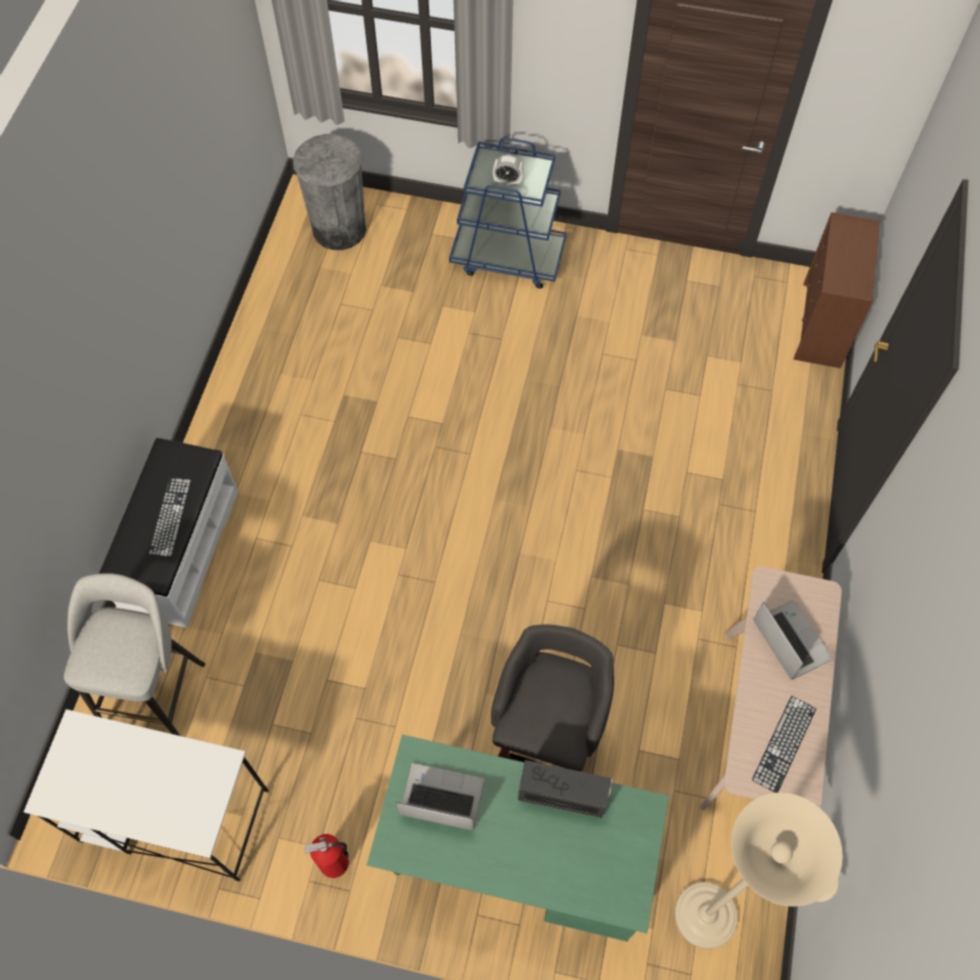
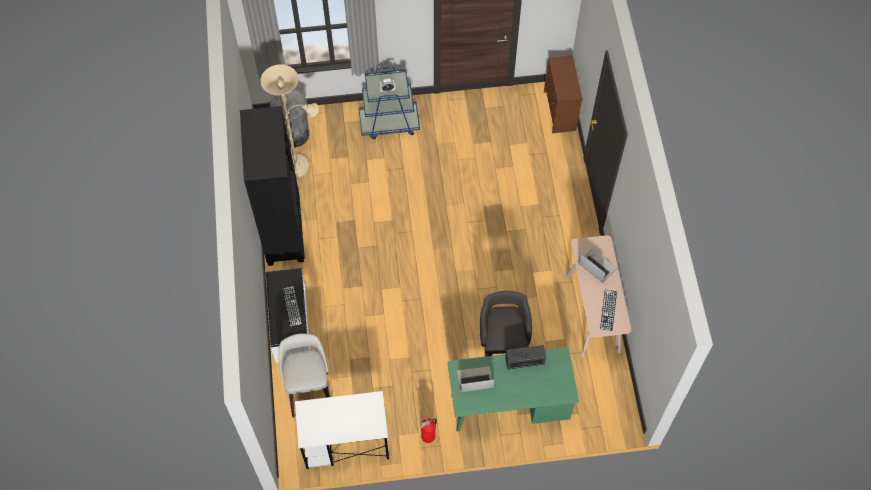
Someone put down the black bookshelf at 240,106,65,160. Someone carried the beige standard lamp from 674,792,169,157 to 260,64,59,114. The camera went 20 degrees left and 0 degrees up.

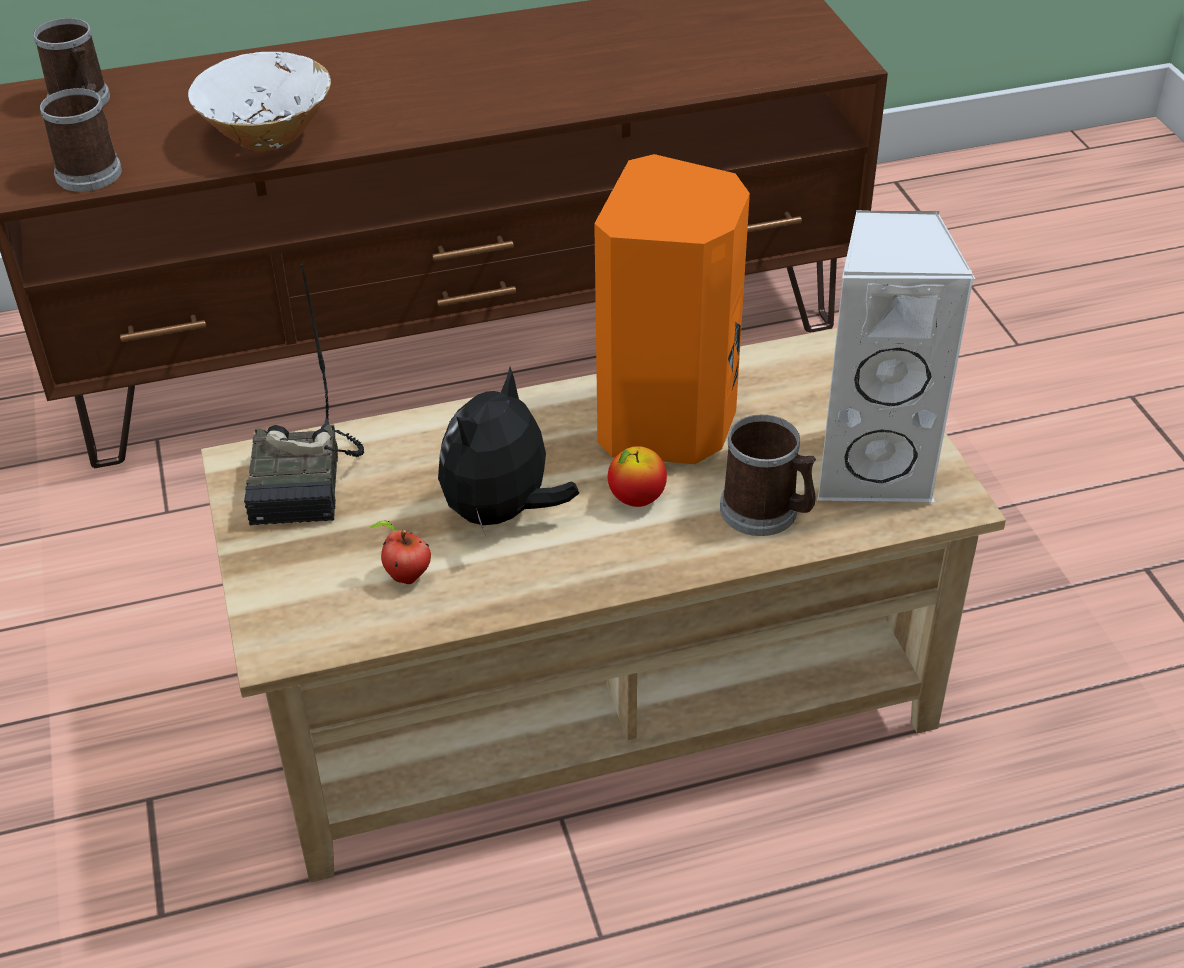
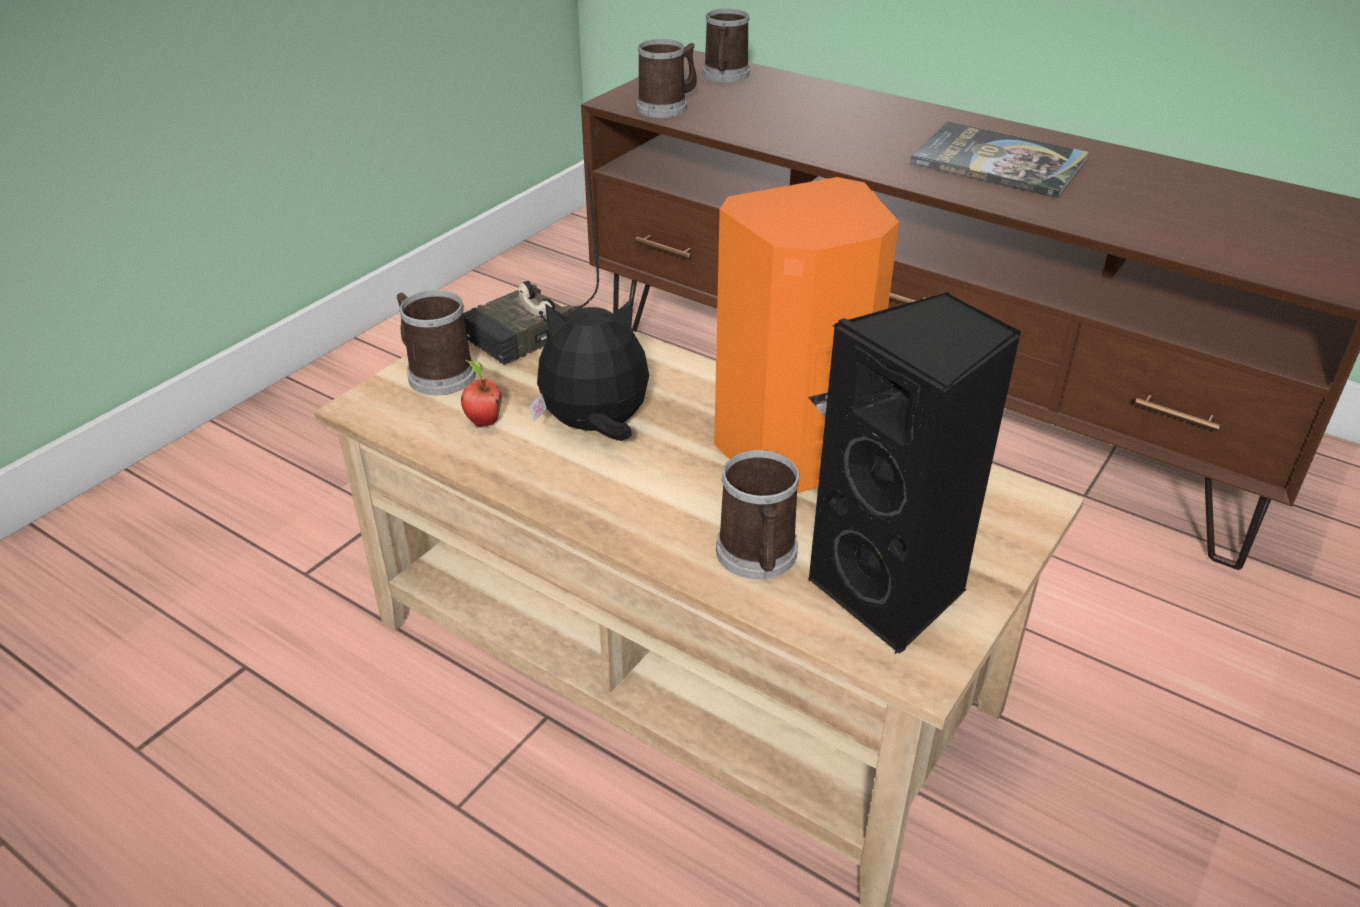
Someone put down the tea mug at 397,290,79,105. Someone repainted the white-coloured audio speaker at 817,210,158,295, which became the black audio speaker at 808,292,213,362. Someone put down the book at 910,121,179,77. Someone took away the white-coloured deep dish at 188,52,143,99. Someone took away the apple at 608,446,59,61. The camera went 50 degrees right and 5 degrees down.

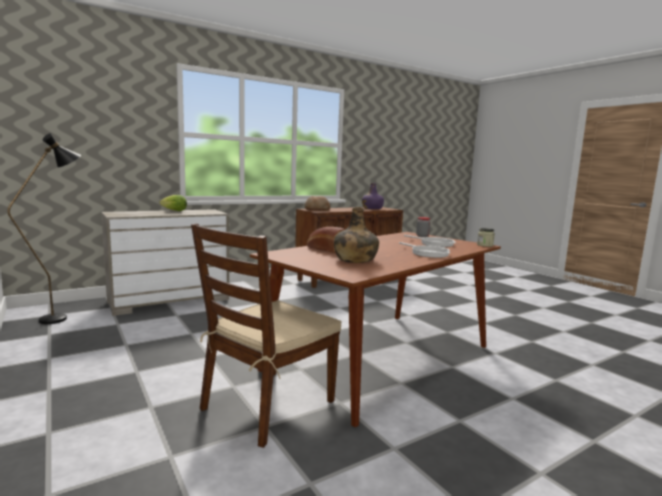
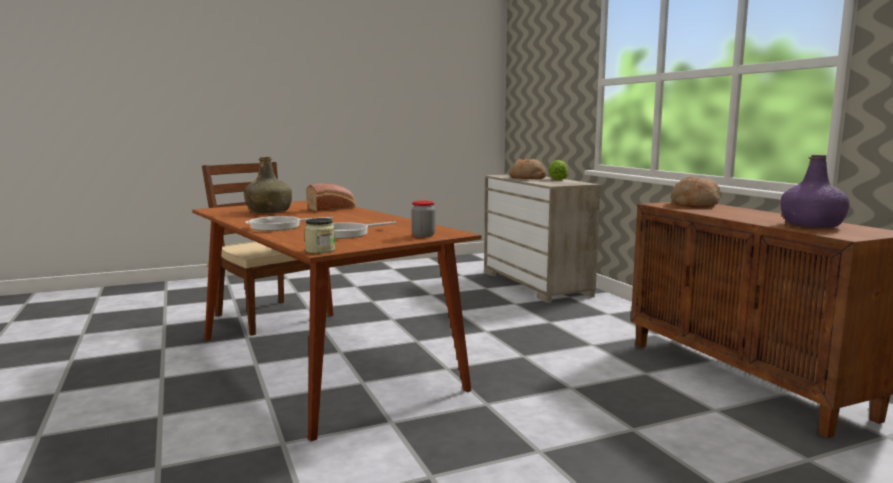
Someone put down the bread at 509,159,37,20. Someone took away the black standard lamp at 7,133,74,191. The camera went 100 degrees right and 0 degrees up.

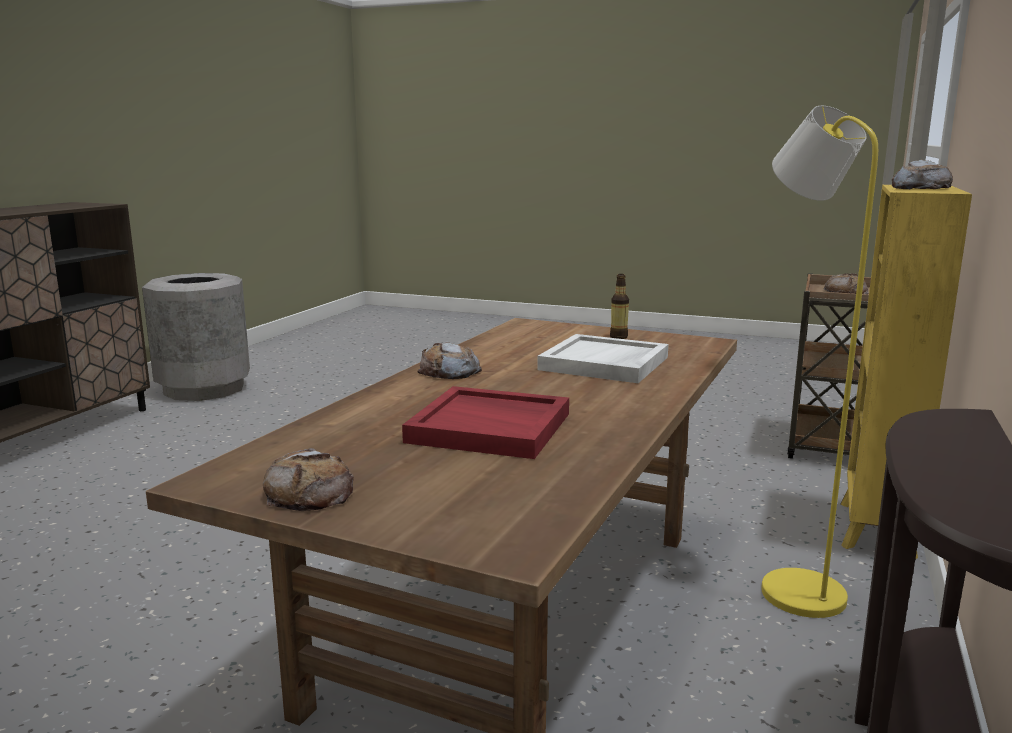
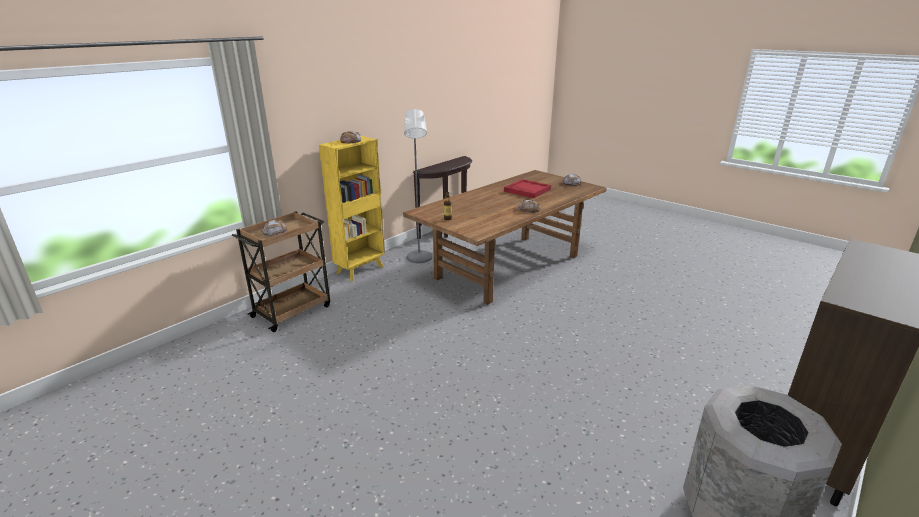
Someone repainted the yellowish standard lamp at 761,106,117,512, which became the gray standard lamp at 404,109,28,154. Someone took away the white-coloured serving tray at 537,334,131,49. The camera went 160 degrees left and 10 degrees up.

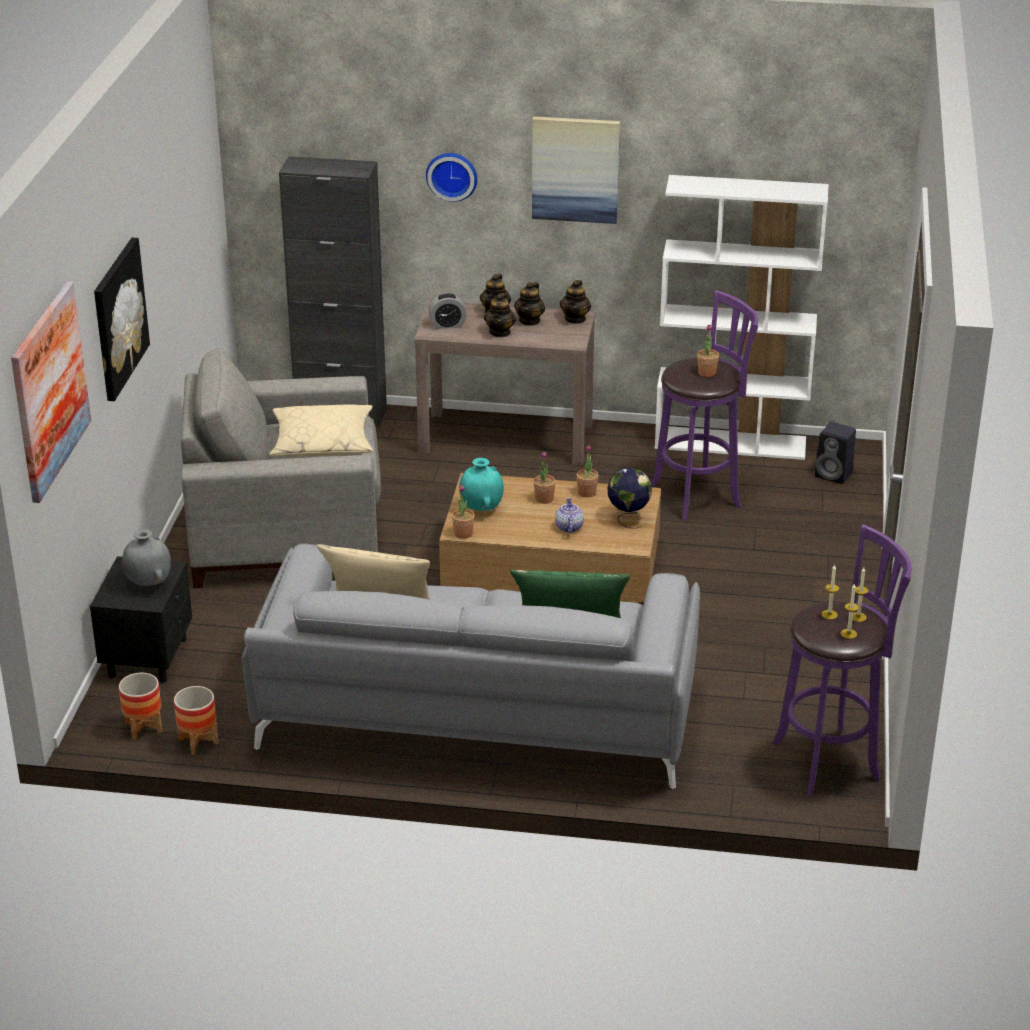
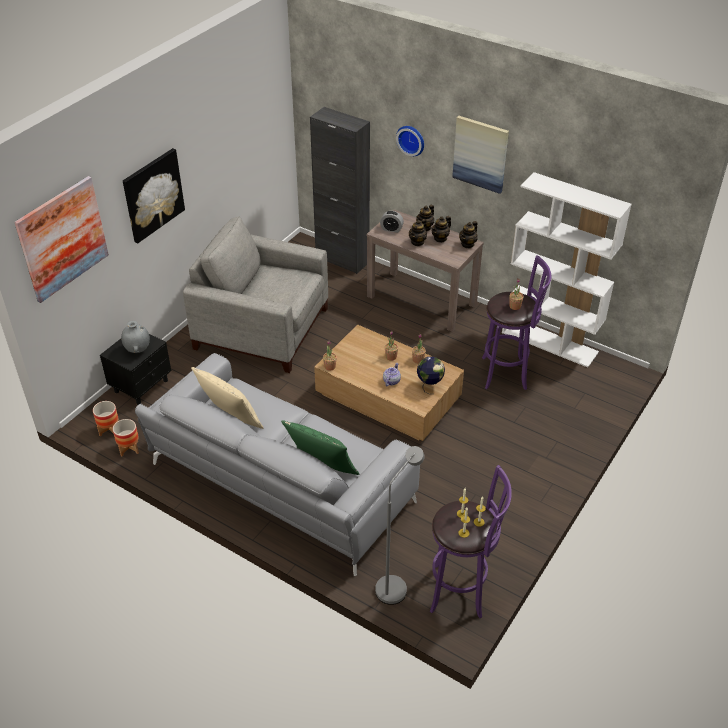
Someone put down the gray standard lamp at 375,446,50,159. Someone took away the beige throw pillow at 269,405,104,52. Someone took away the turquoise-coloured flower vase at 459,458,45,53. Someone took away the black audio speaker at 815,422,41,62. The camera went 25 degrees right and 10 degrees up.

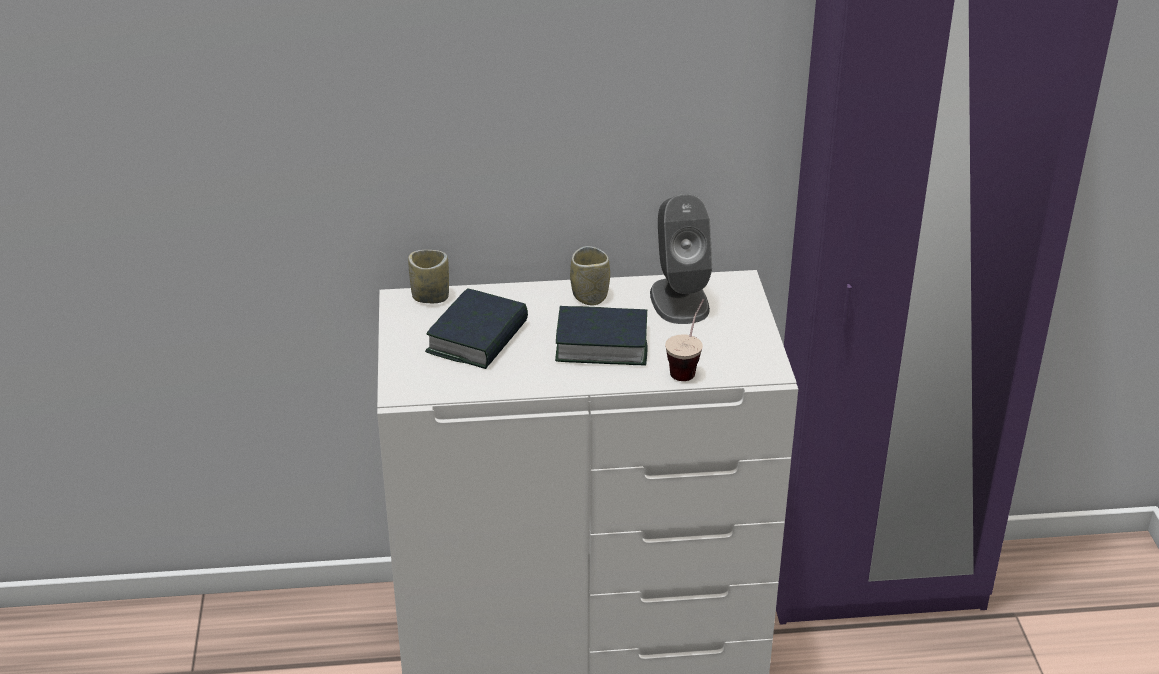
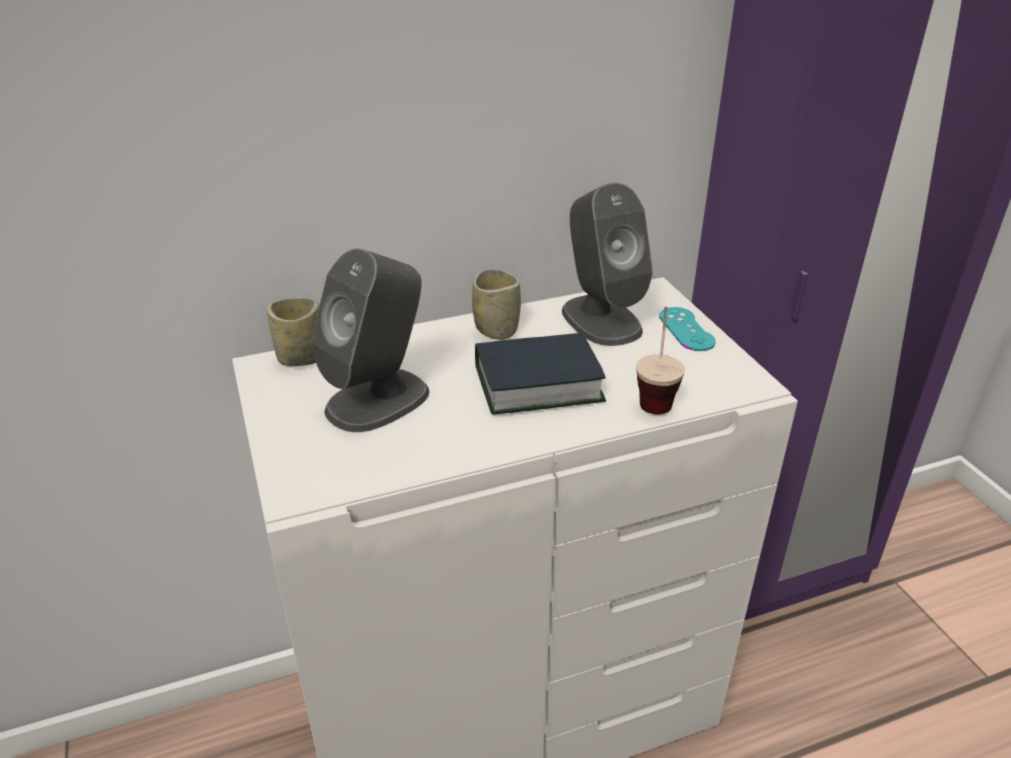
Someone swapped the book at 425,288,103,81 for the gray audio speaker at 311,248,119,184. Someone put down the turquoise-coloured joypad at 659,307,57,44. The camera went 15 degrees left and 0 degrees up.

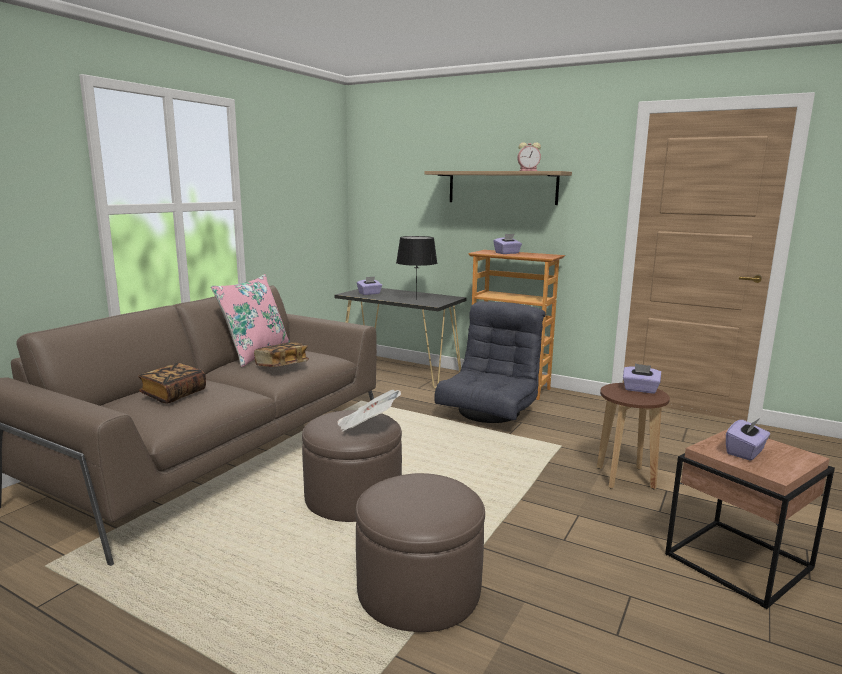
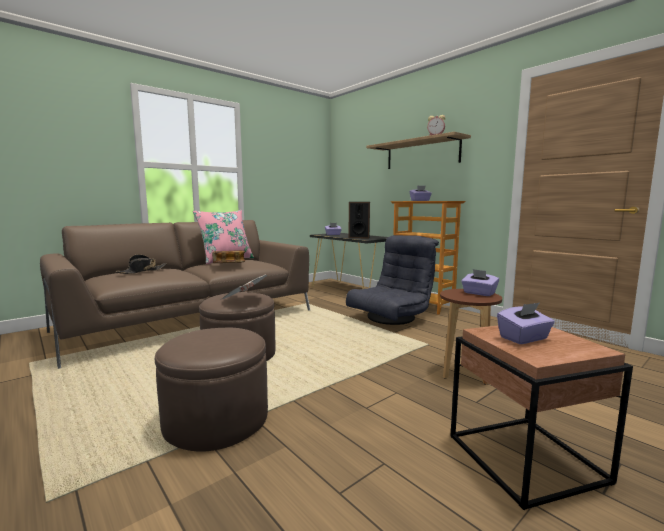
Someone swapped the book at 138,363,68,41 for the black wearable hat at 115,255,52,19. Someone swapped the black lamp for a table at 396,236,41,64 for the audio speaker at 349,202,21,36. The camera went 20 degrees right and 5 degrees down.

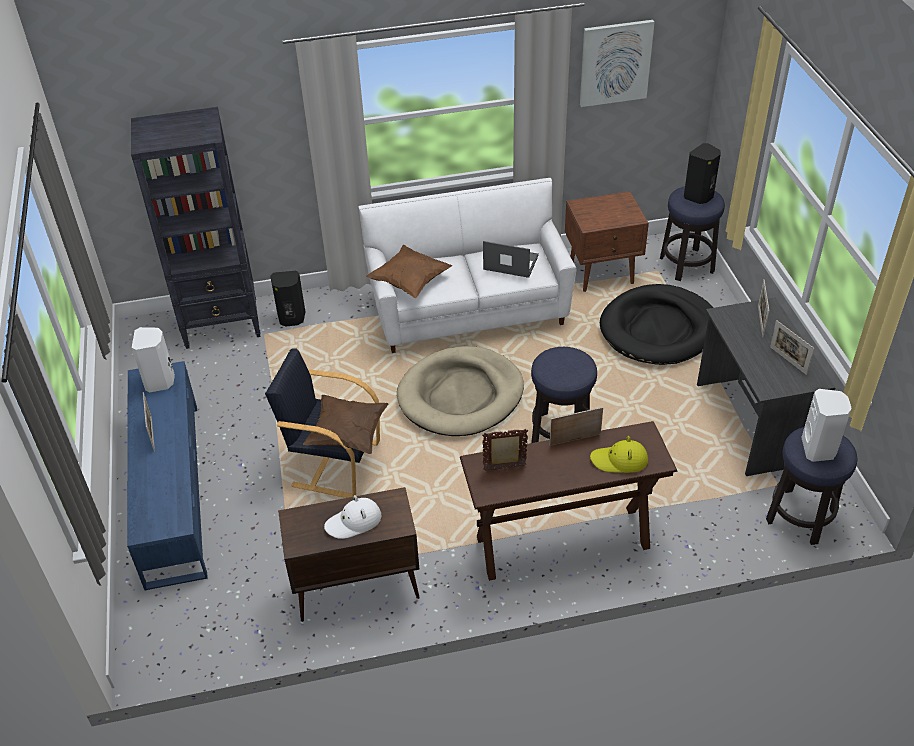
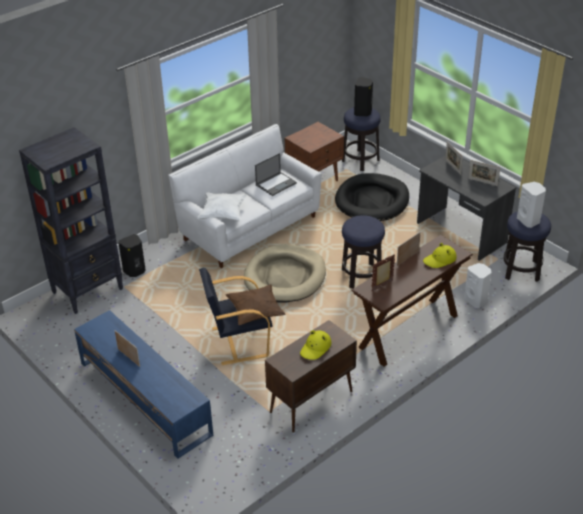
Someone repainted the brown throw pillow at 366,245,86,53, which became the white-coloured throw pillow at 197,193,50,27. Someone rotated the laptop at 483,241,56,37 by 150 degrees clockwise. Someone repainted the white-coloured wearable hat at 324,495,58,44, which became the yellowish wearable hat at 300,330,31,30. Someone carried the white-coloured audio speaker from 132,327,43,66 to 464,263,28,45. Someone took away the wall art at 580,20,75,87. The camera went 30 degrees left and 5 degrees down.

